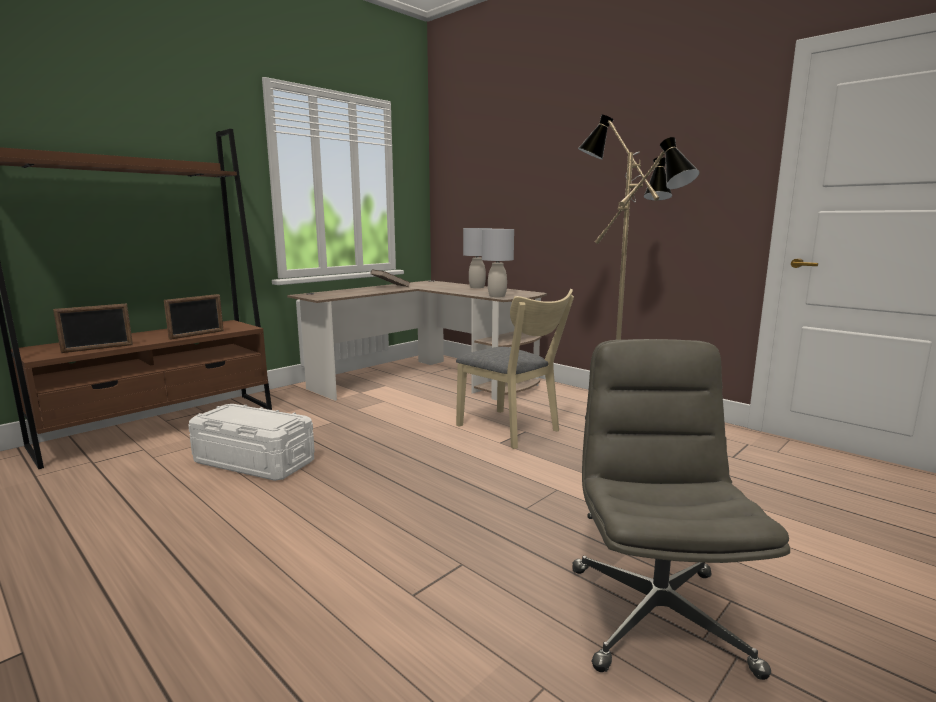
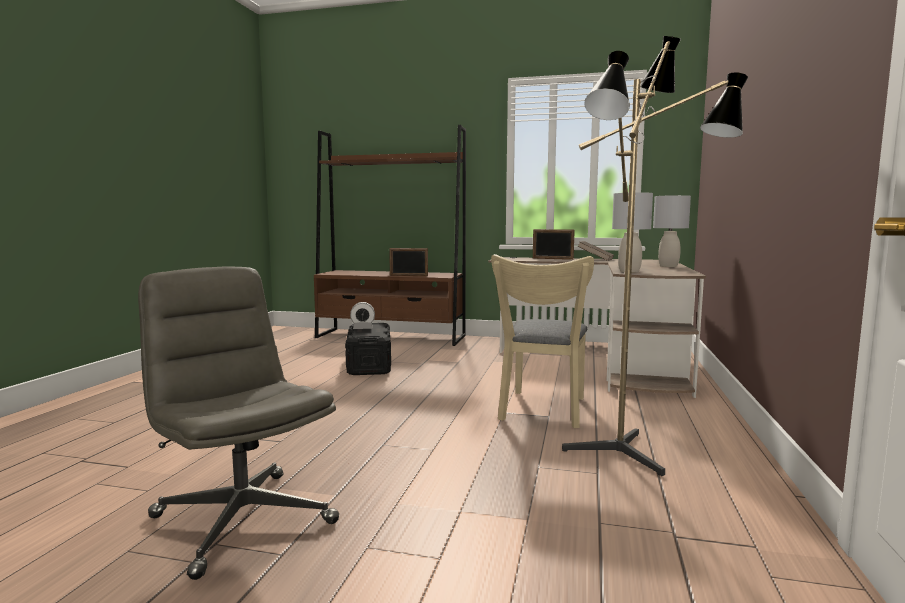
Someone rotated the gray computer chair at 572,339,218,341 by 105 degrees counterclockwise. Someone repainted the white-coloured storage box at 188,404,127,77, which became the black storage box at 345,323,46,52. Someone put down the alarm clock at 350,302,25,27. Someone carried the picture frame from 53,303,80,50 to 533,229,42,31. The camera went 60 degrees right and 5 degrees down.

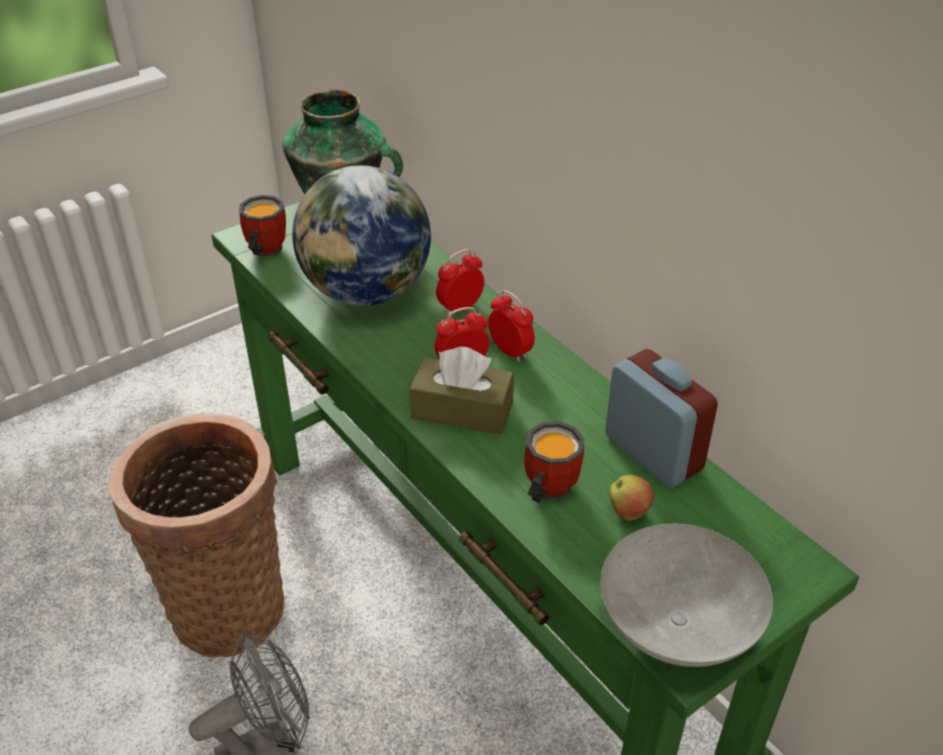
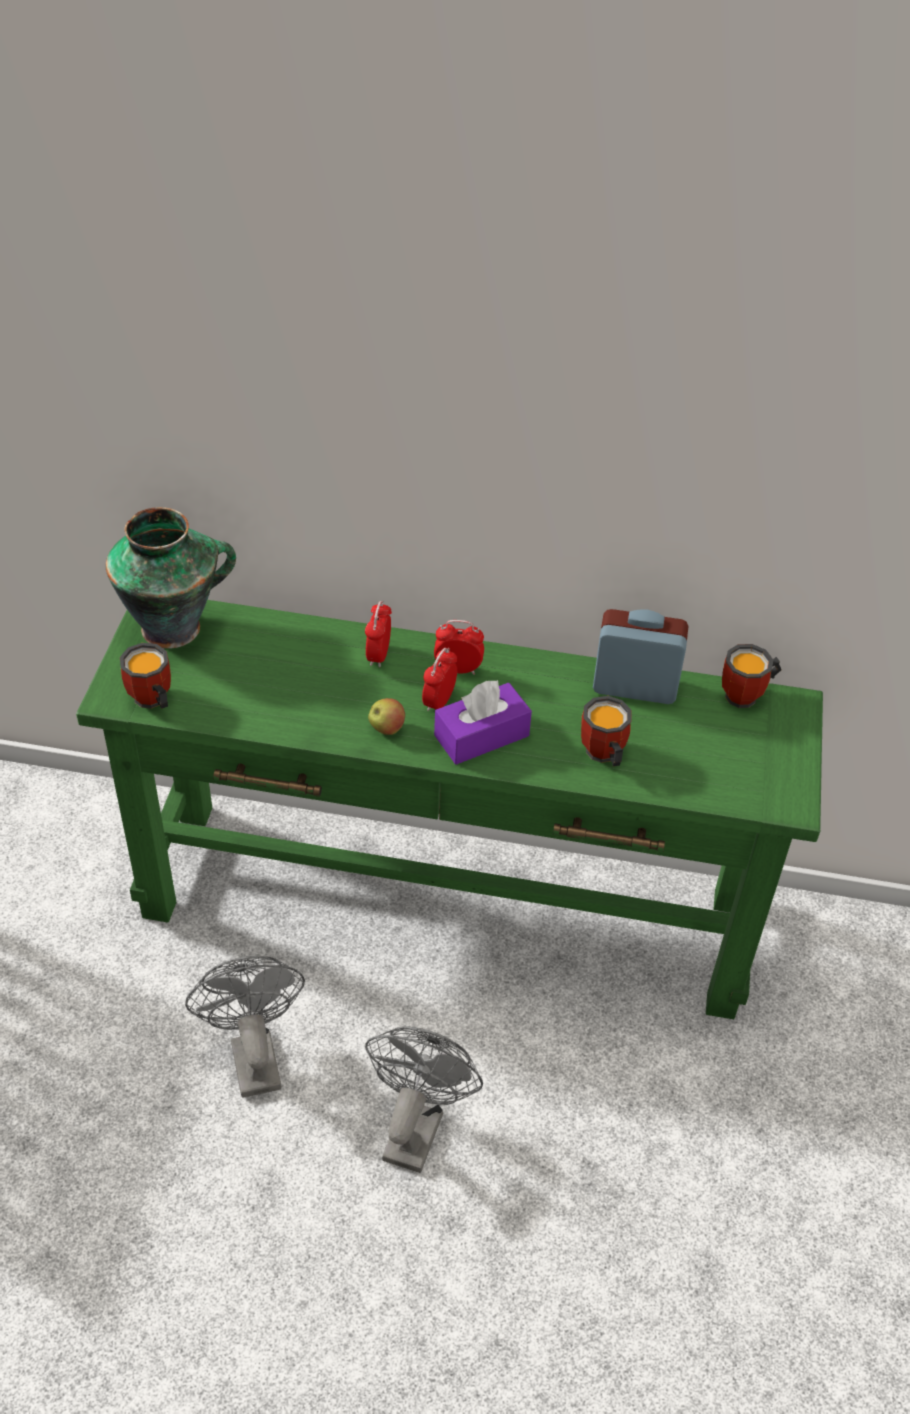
Someone swapped the basket at 109,413,175,244 for the gray electric fan at 185,956,120,142. Someone carried the apple from 610,475,44,46 to 368,698,37,37. Someone repainted the brown tissue box at 410,347,104,88, which became the purplish tissue box at 434,680,98,85. Someone put down the tea mug at 722,644,59,64. Someone took away the globe at 292,165,139,141. Someone took away the gray deep dish at 600,524,173,143. The camera went 45 degrees left and 5 degrees up.

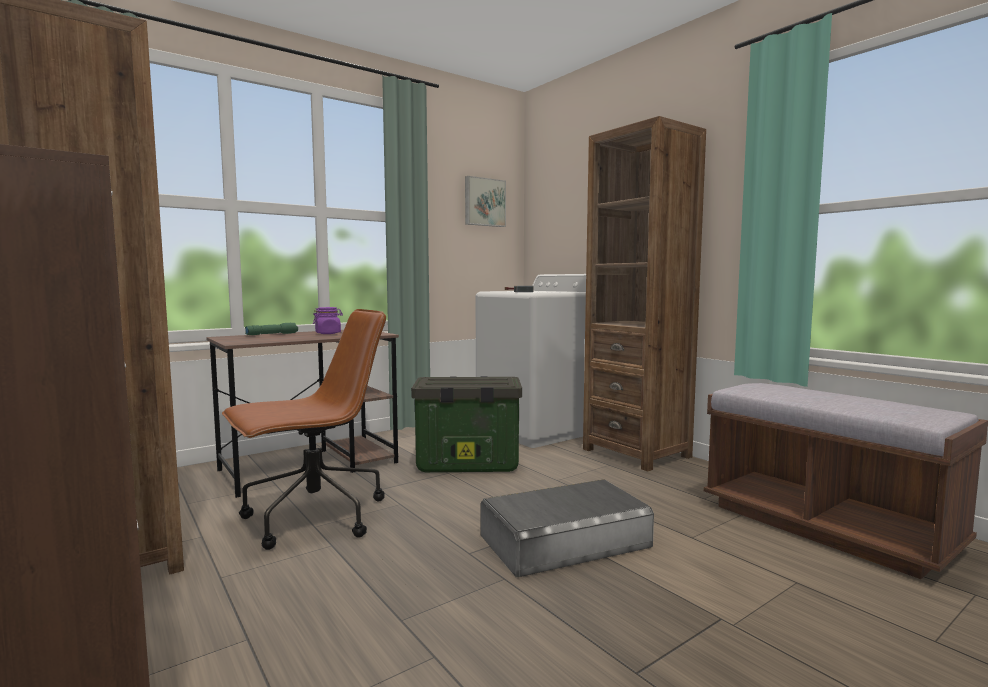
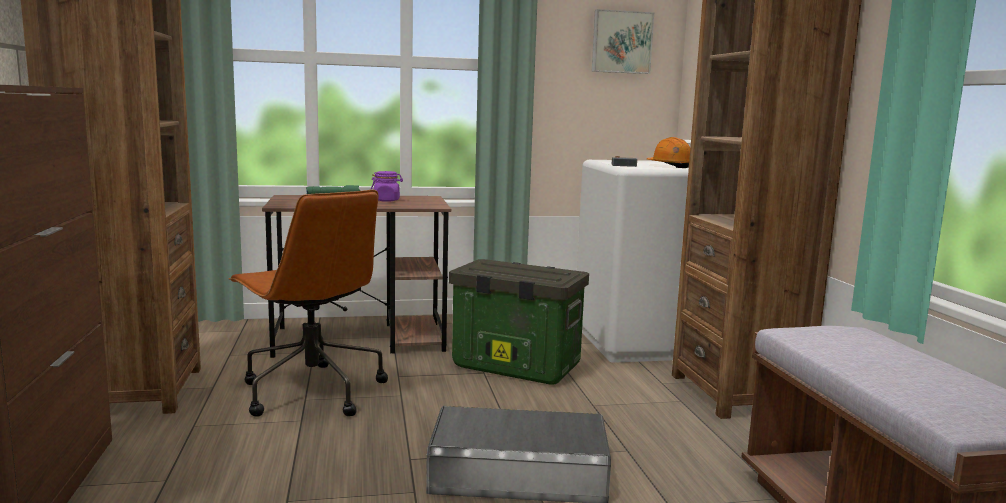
Someone rotated the brown computer chair at 222,309,164,241 by 60 degrees clockwise. Someone put down the orangey hard hat at 647,137,43,31. The camera went 25 degrees right and 5 degrees up.

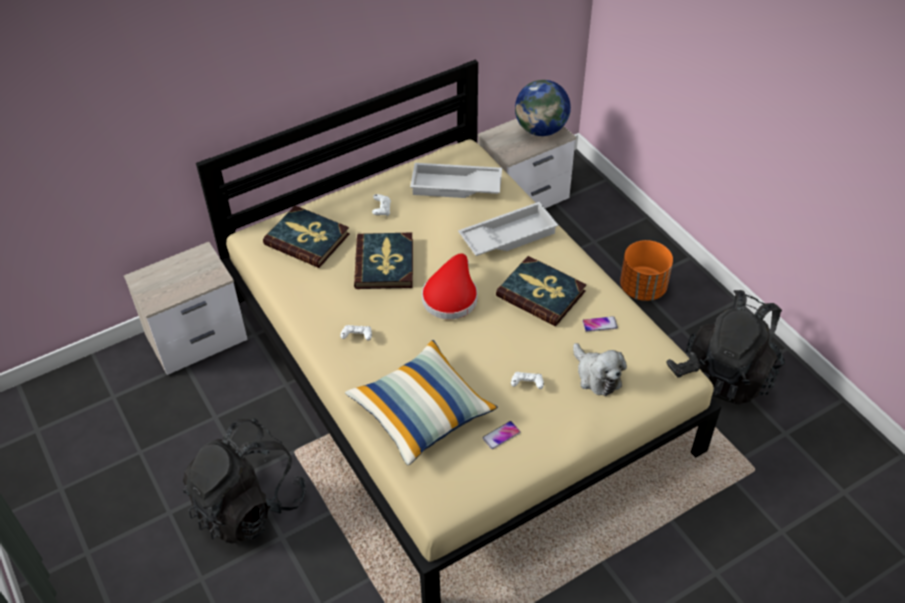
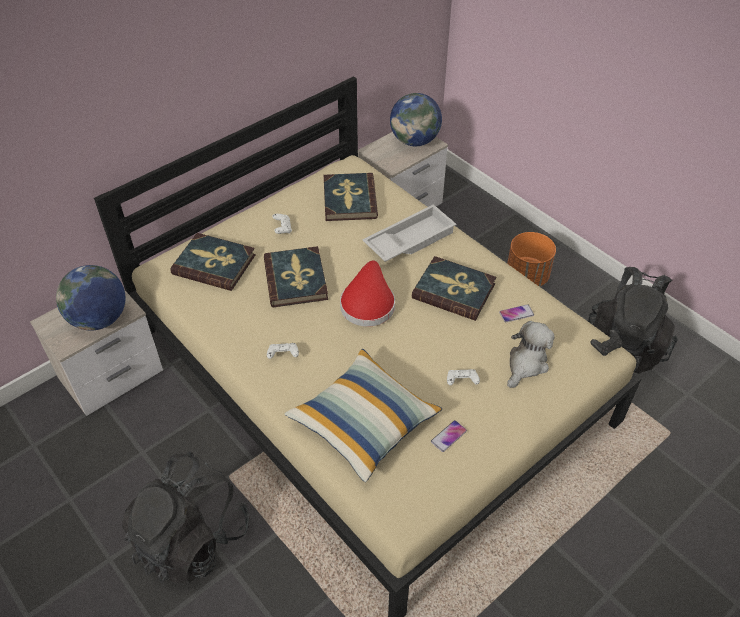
Someone put down the globe at 56,265,70,66. Someone swapped the white-coloured serving tray at 410,163,92,35 for the book at 324,173,54,48. Someone rotated the plush toy at 573,343,54,53 by 105 degrees counterclockwise. The camera went 10 degrees left and 0 degrees up.

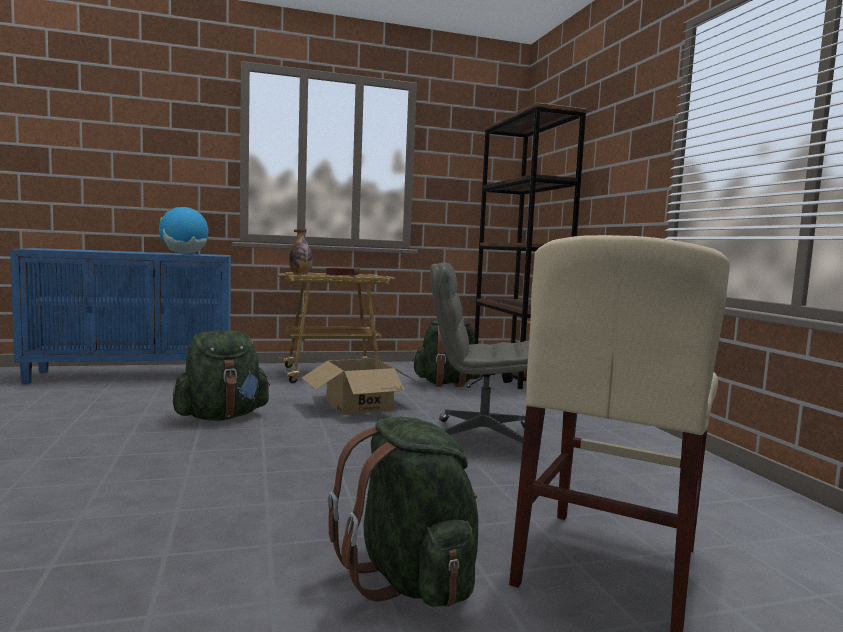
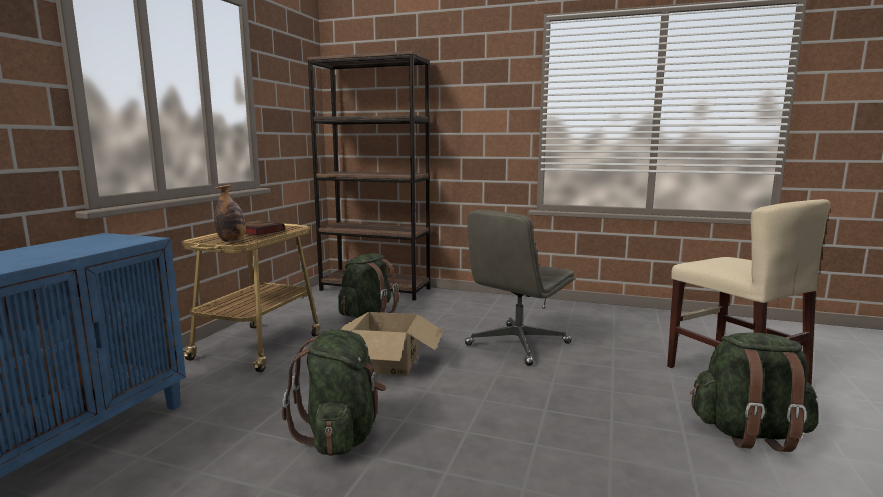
Someone took away the globe at 159,207,49,47. The camera went 55 degrees left and 5 degrees up.

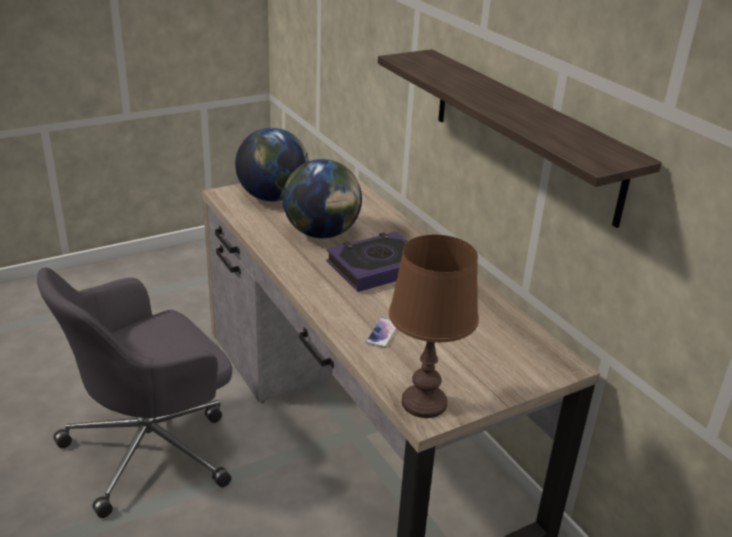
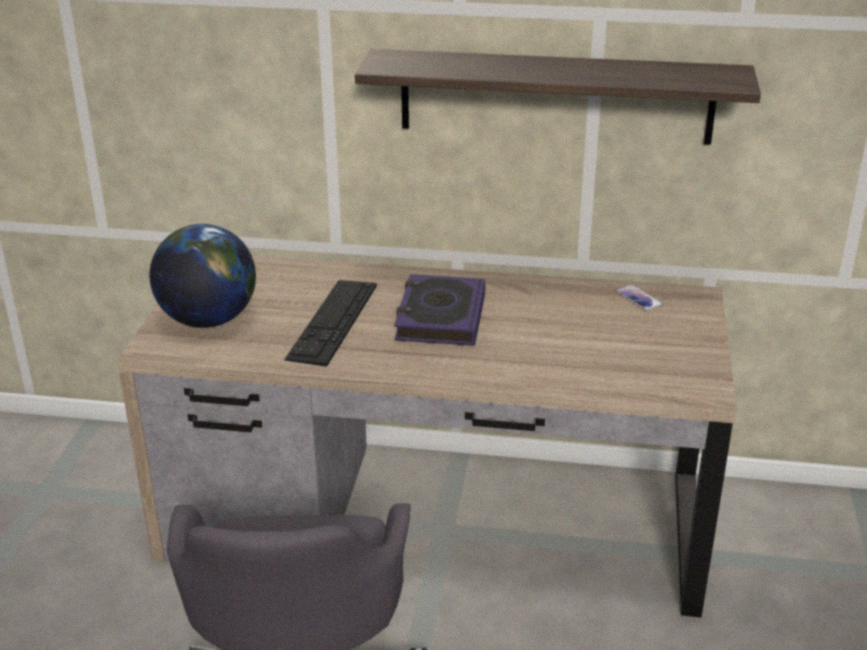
Someone swapped the globe at 283,159,79,79 for the PC keyboard at 284,280,93,87. Someone carried the phone from 366,318,31,30 to 615,284,48,27. Someone took away the brown lamp for a table at 389,235,90,183. The camera went 50 degrees left and 0 degrees up.

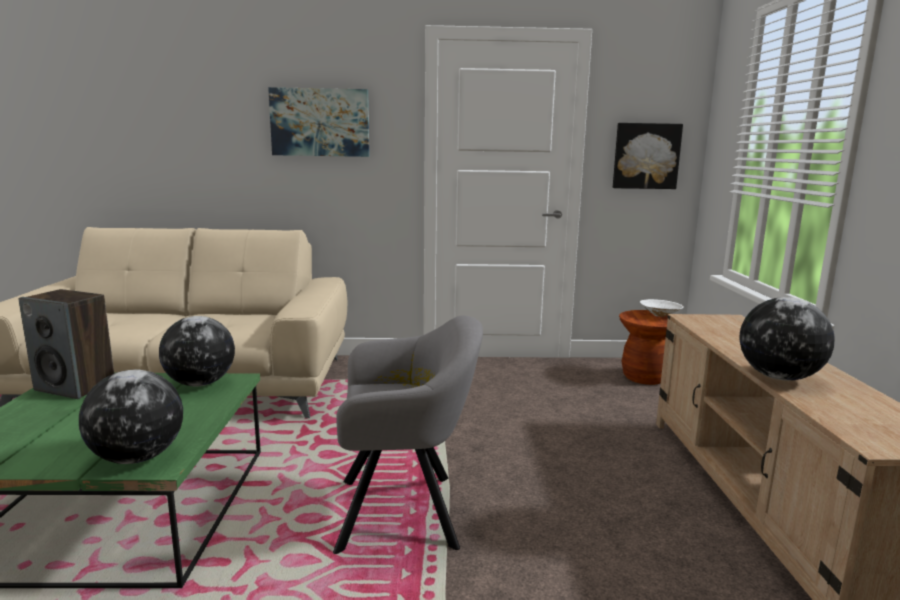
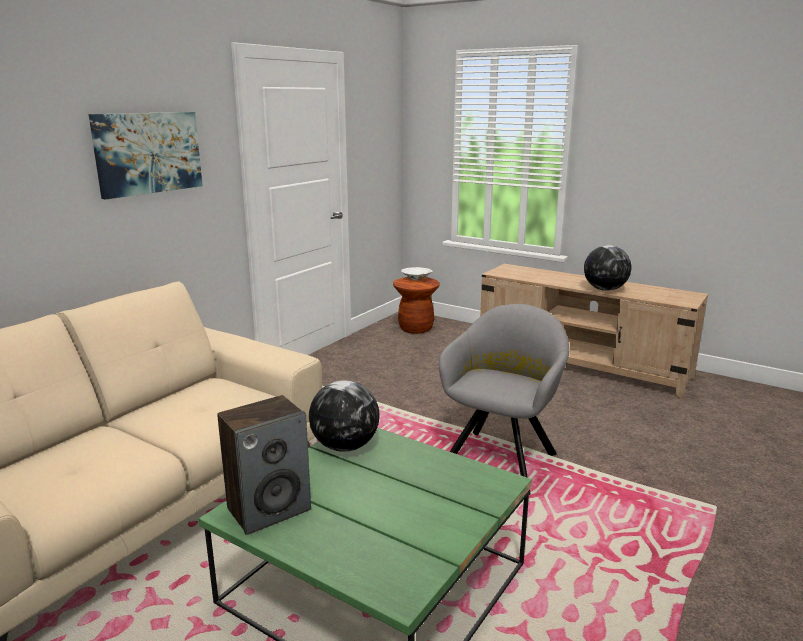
Someone took away the globe at 79,370,104,94. Someone took away the wall art at 613,123,70,66. The camera went 55 degrees left and 5 degrees up.

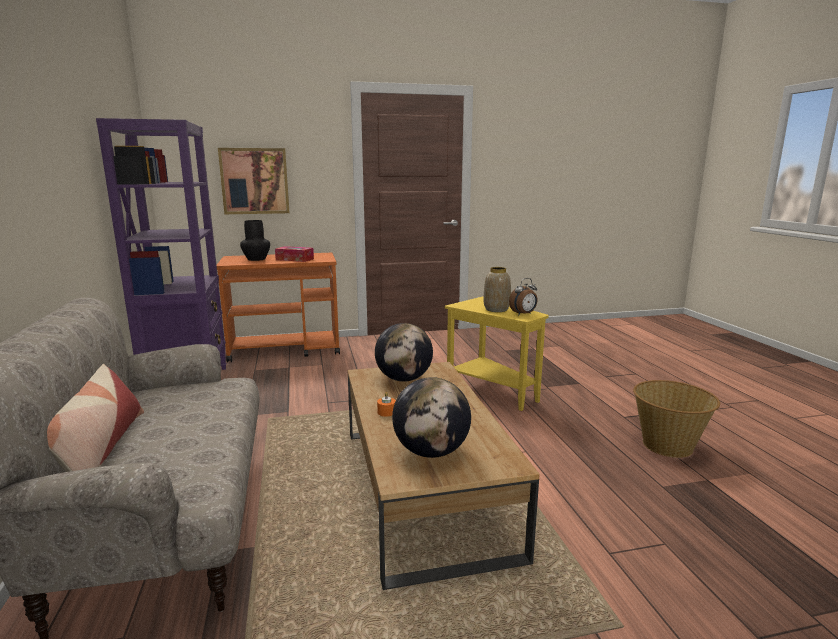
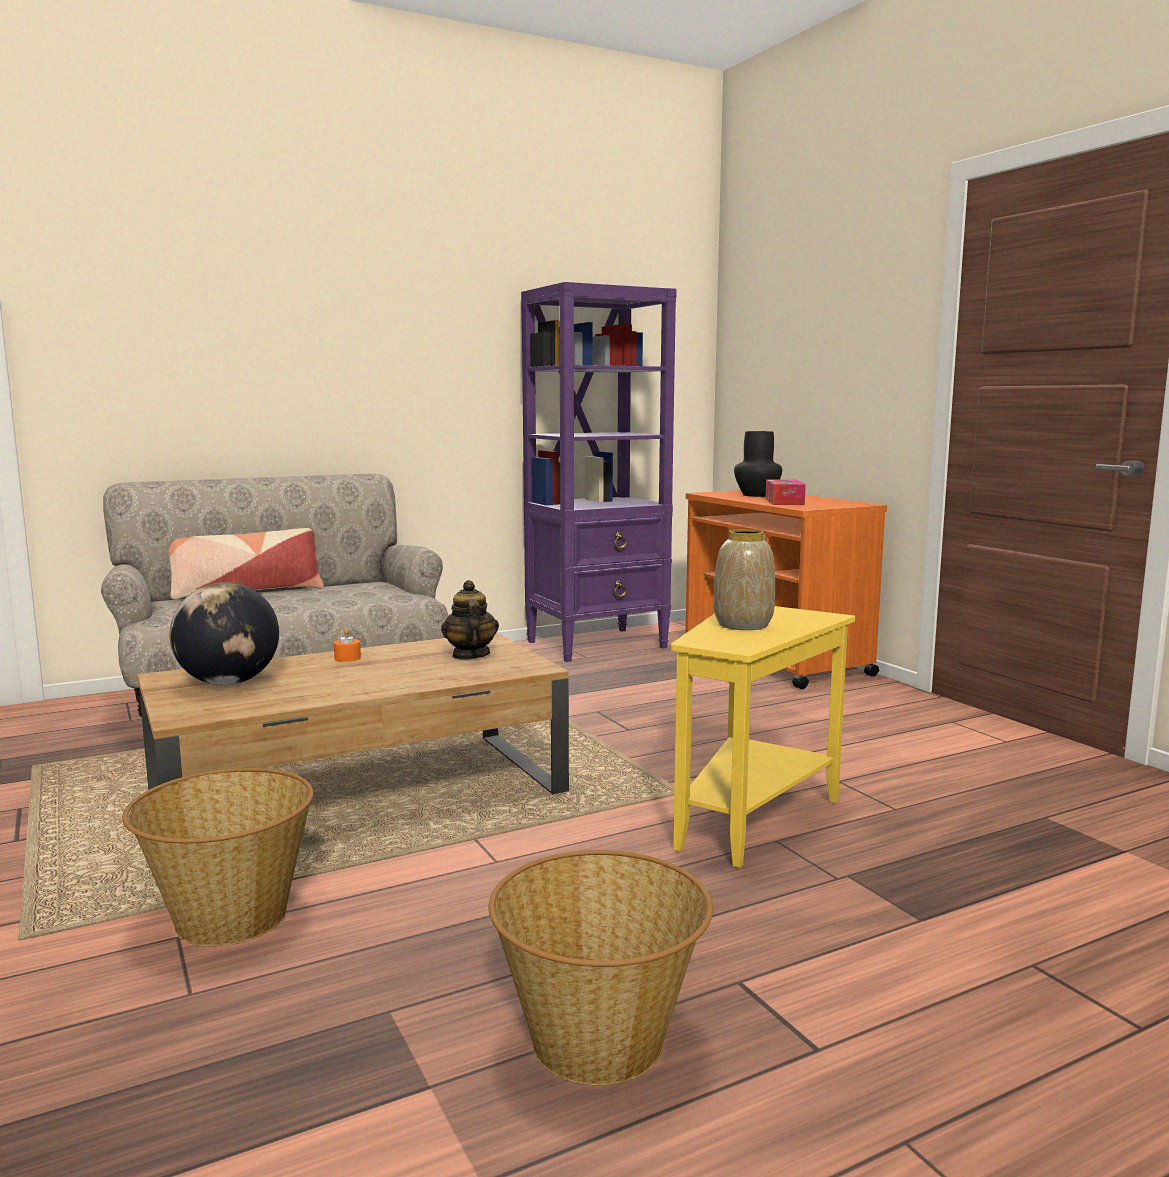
Someone put down the basket at 122,768,192,179. Someone swapped the globe at 375,323,58,59 for the teapot at 441,580,58,80. Someone took away the wall art at 218,148,71,66. Someone took away the alarm clock at 509,278,29,37. The camera went 75 degrees right and 5 degrees down.

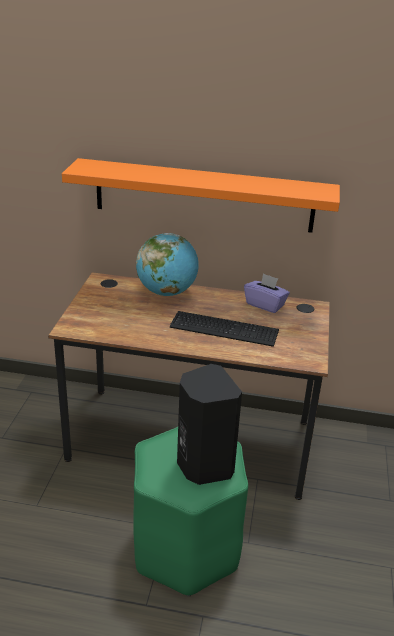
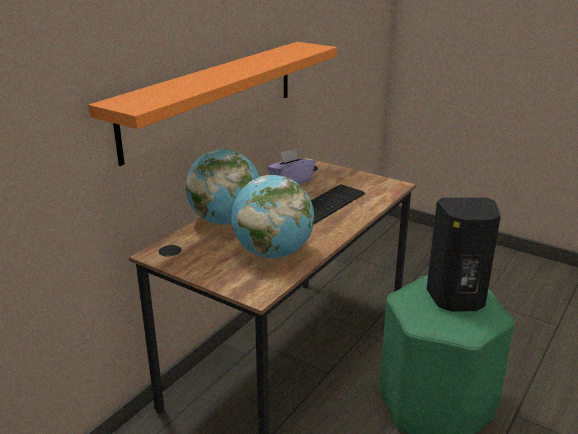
Someone put down the globe at 231,175,83,83. The camera went 65 degrees left and 5 degrees down.

